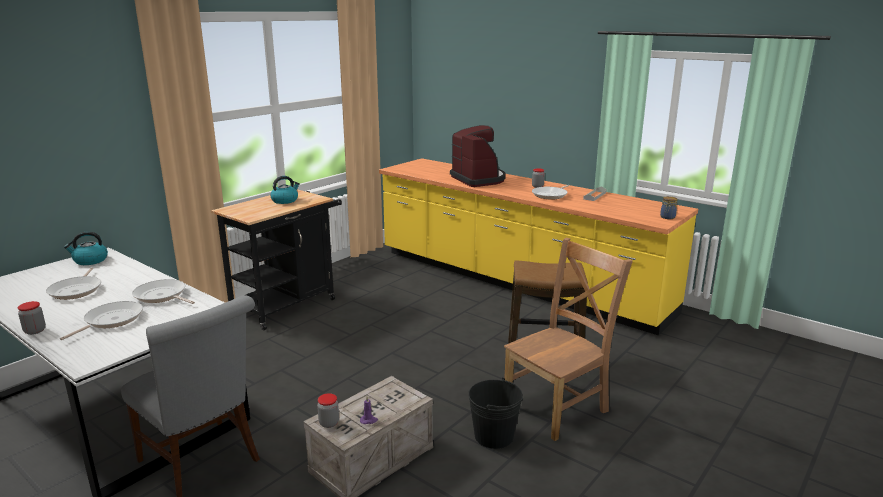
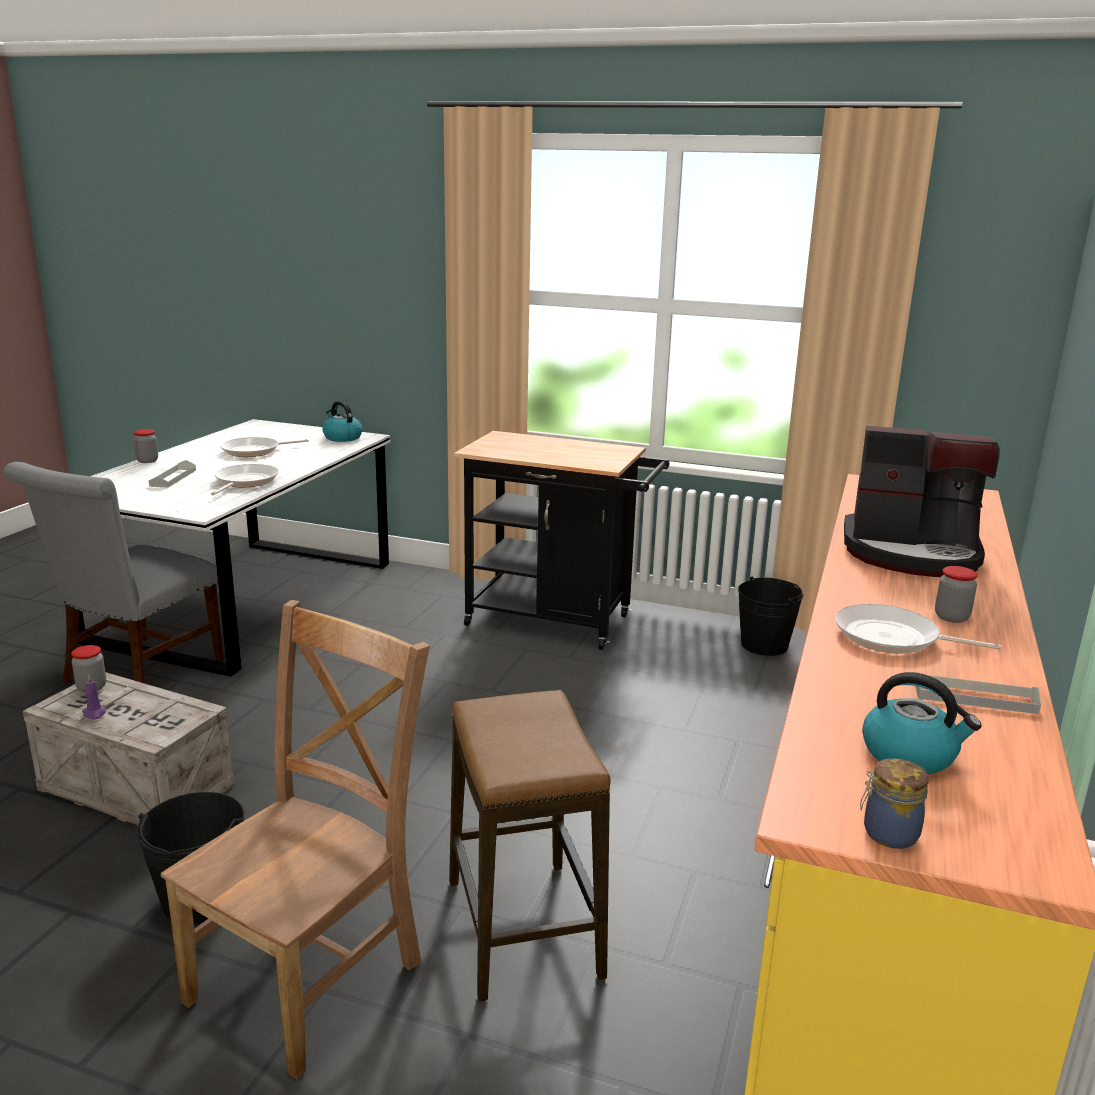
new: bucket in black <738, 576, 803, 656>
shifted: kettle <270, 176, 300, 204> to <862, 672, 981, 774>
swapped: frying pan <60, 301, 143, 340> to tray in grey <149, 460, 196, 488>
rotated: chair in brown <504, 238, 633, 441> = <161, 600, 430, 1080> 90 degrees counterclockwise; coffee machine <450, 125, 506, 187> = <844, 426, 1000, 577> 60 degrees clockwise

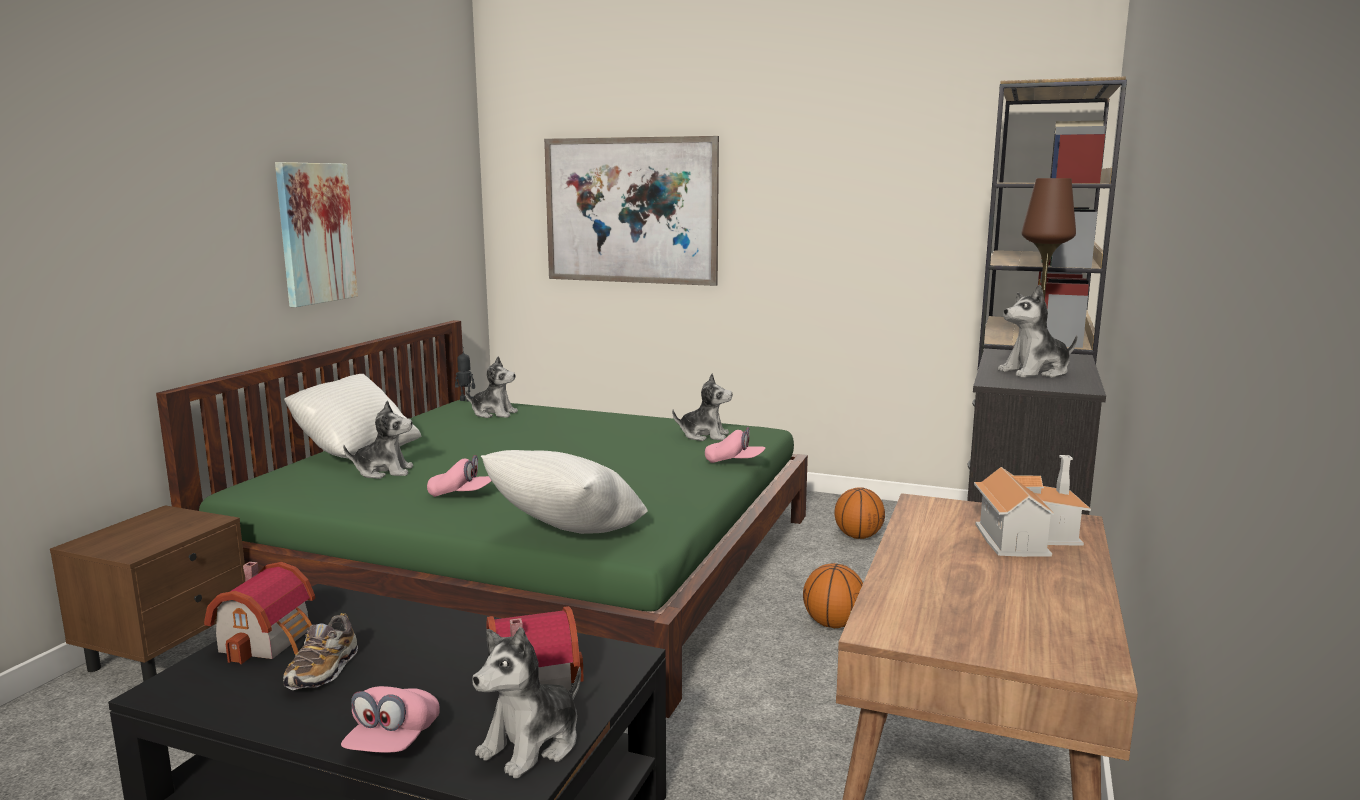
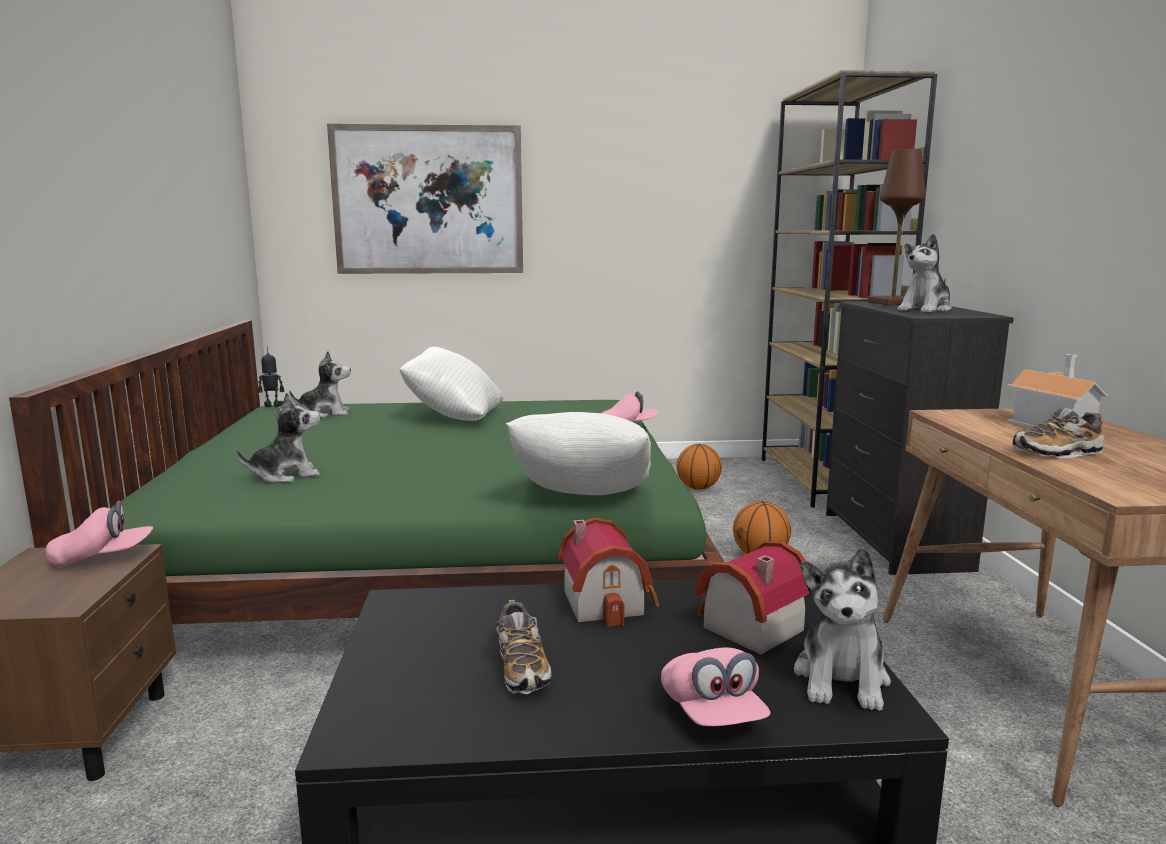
gone: picture <275, 162, 358, 307>; plush toy <672, 374, 732, 441>
new: shoe <1012, 408, 1104, 458>
shifted: cap in pink <427, 455, 491, 497> to <45, 501, 153, 567>; pillow in white <284, 374, 421, 459> to <399, 347, 503, 421>; toy house <204, 562, 315, 664> to <558, 518, 659, 628>

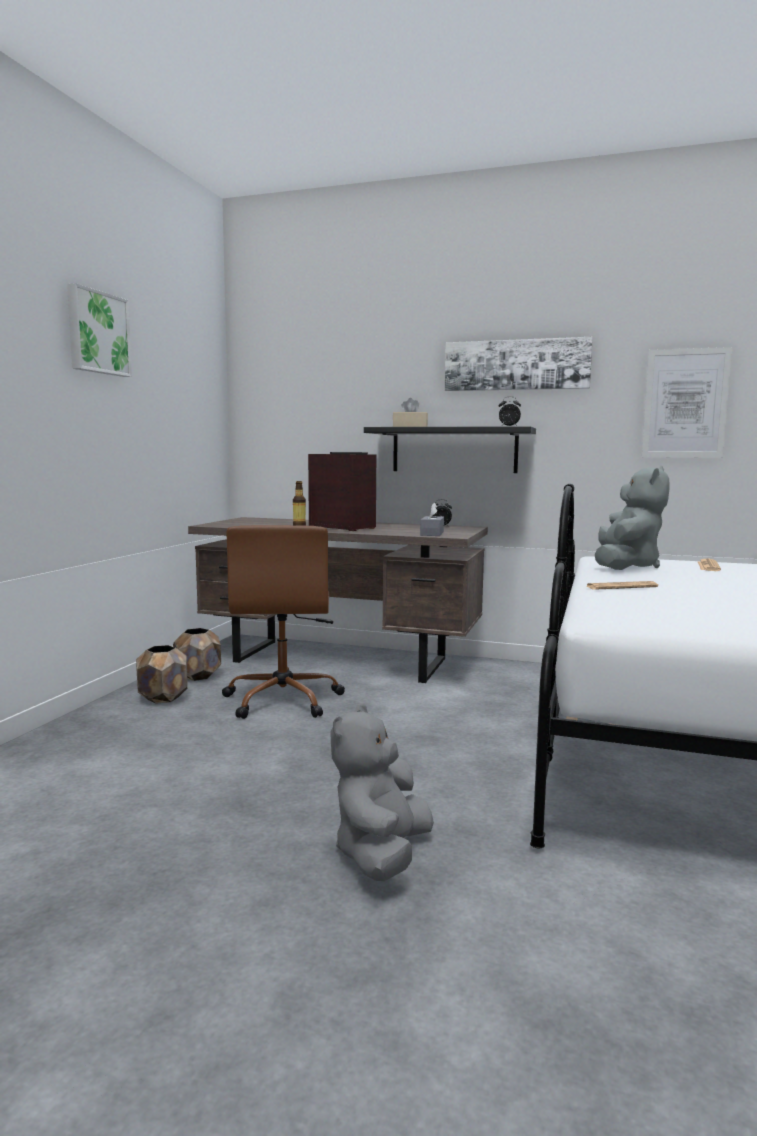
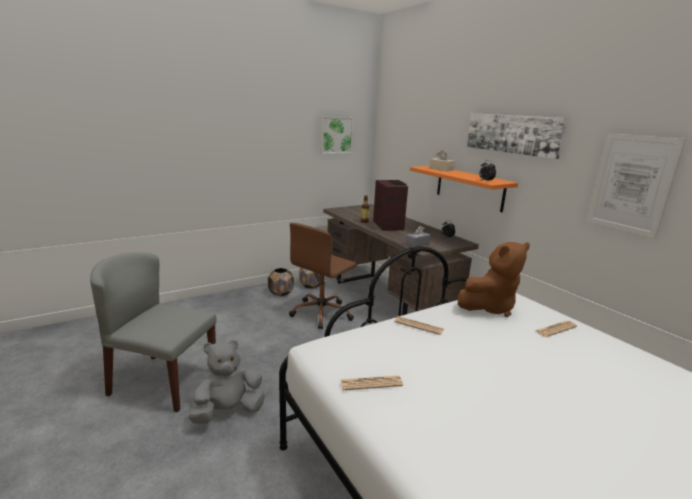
new: chair in grey <90, 252, 217, 412>; newspaper <341, 376, 403, 390>
shifted: picture <67, 283, 132, 377> to <320, 117, 354, 154>
repainted: shelf in black <364, 426, 536, 473> to shelf in orange <410, 166, 518, 212>; plush toy in grey <595, 466, 669, 570> to plush toy in brown <458, 242, 530, 317>

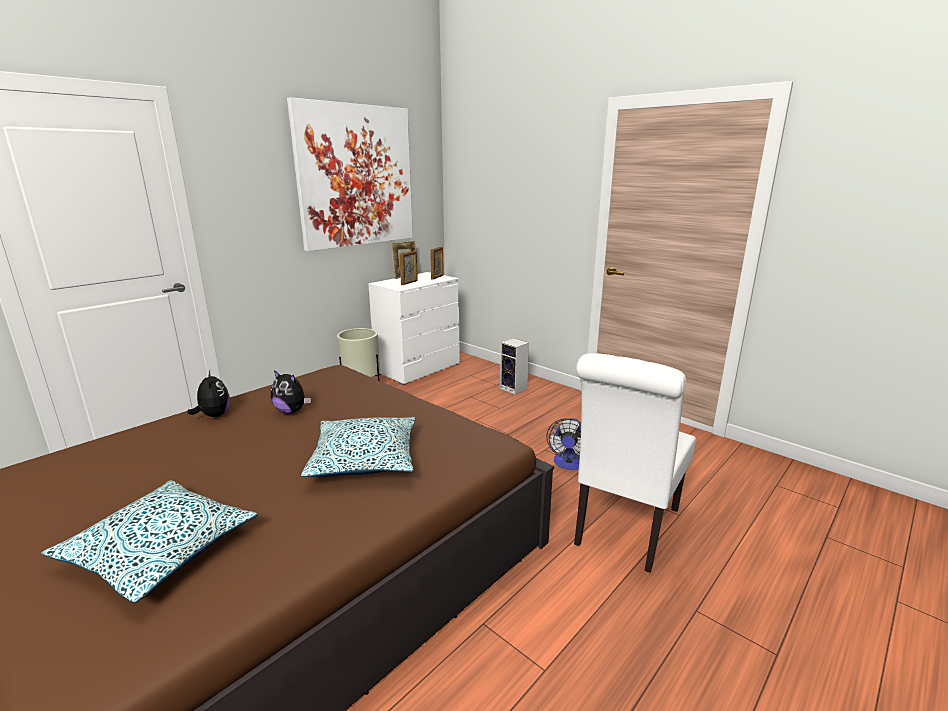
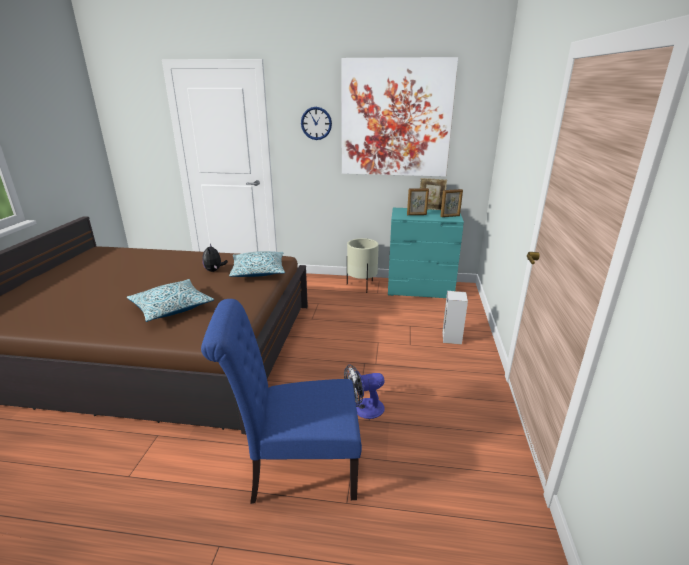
gone: plush toy <187, 371, 230, 417>
new: wall clock <301, 107, 332, 140>
shifted: pillow <41, 481, 258, 603> to <229, 251, 285, 277>
repainted: chair in white <574, 353, 696, 573> to chair in blue <201, 299, 362, 504>; dresser in white <368, 272, 460, 385> to dresser in turquoise <388, 208, 464, 298>

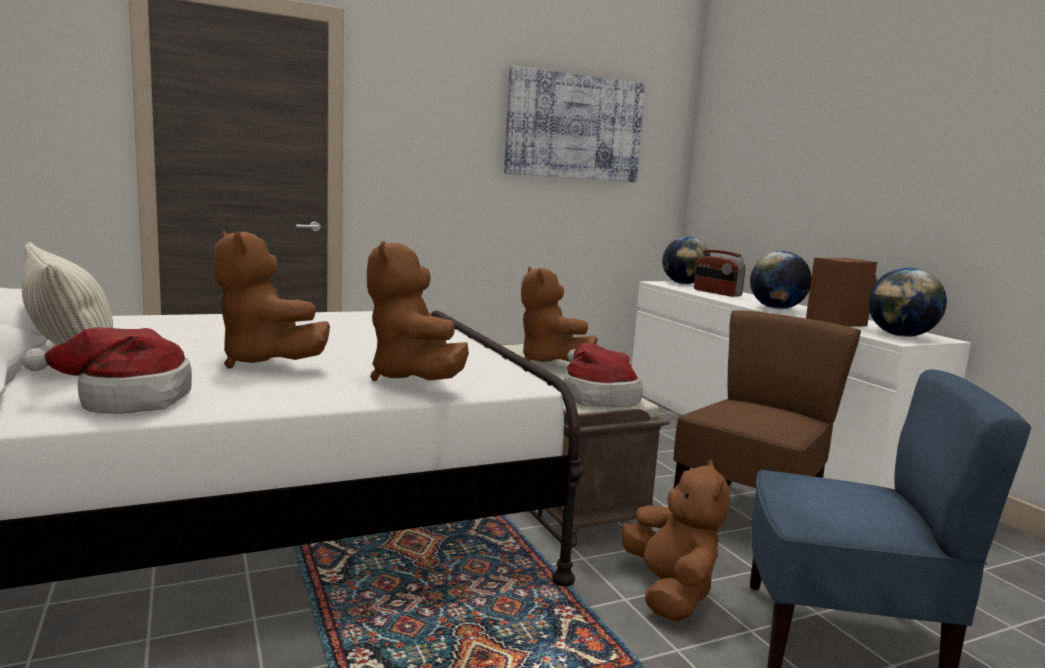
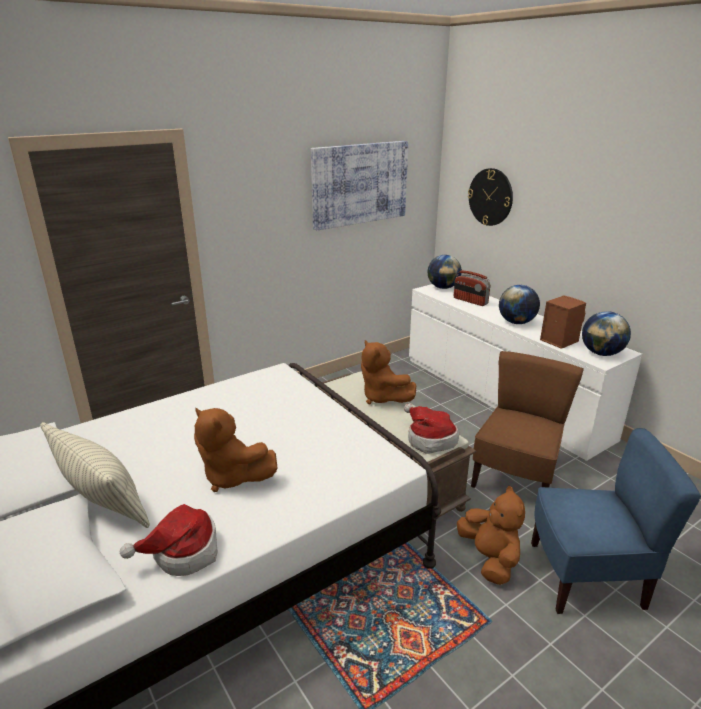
gone: plush toy in brown <367, 241, 469, 381>
new: wall clock <468, 168, 513, 226>

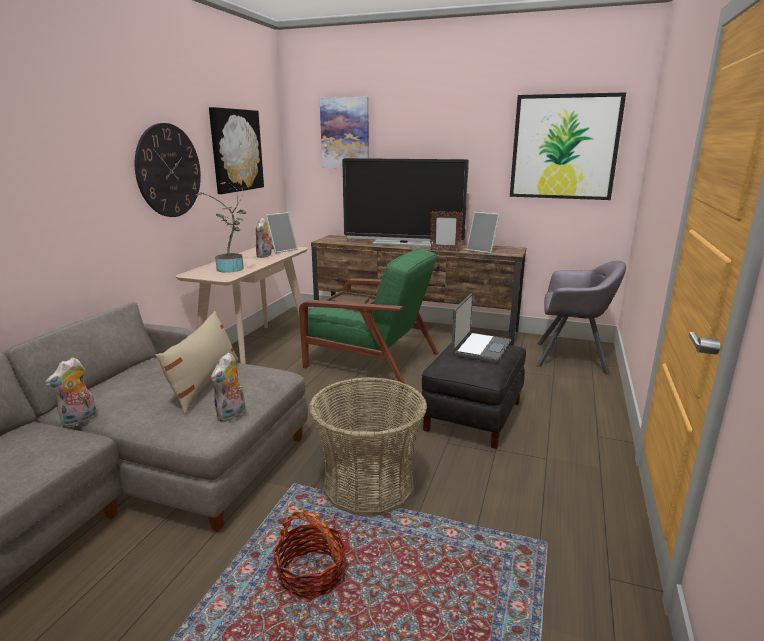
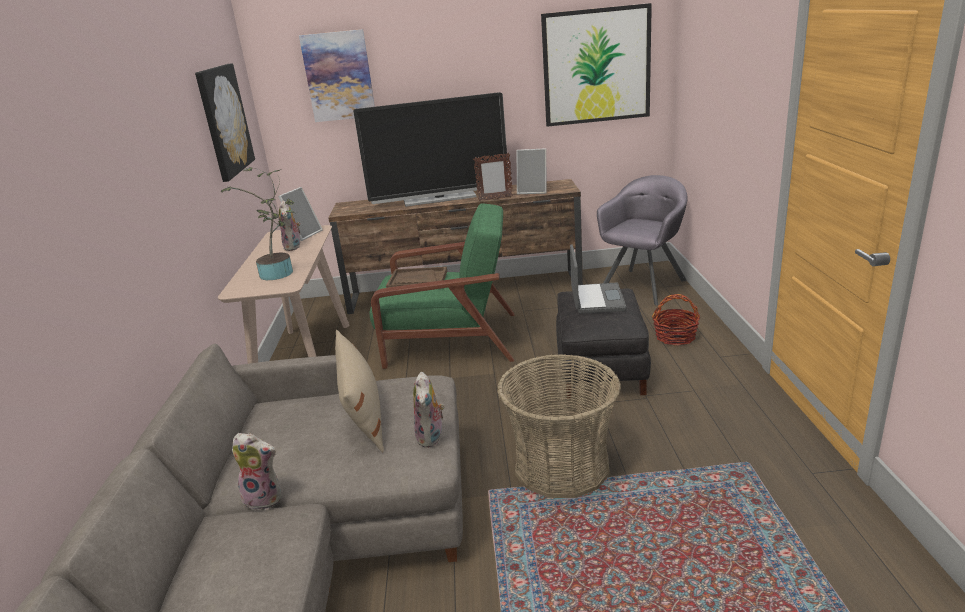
gone: wall clock <135, 123, 201, 217>
shifted: basket <272, 510, 347, 600> to <652, 294, 700, 346>
rotated: plush toy <45, 357, 97, 428> = <232, 433, 281, 510> 90 degrees counterclockwise; armchair in grey <537, 261, 626, 375> = <597, 175, 688, 306> 45 degrees counterclockwise

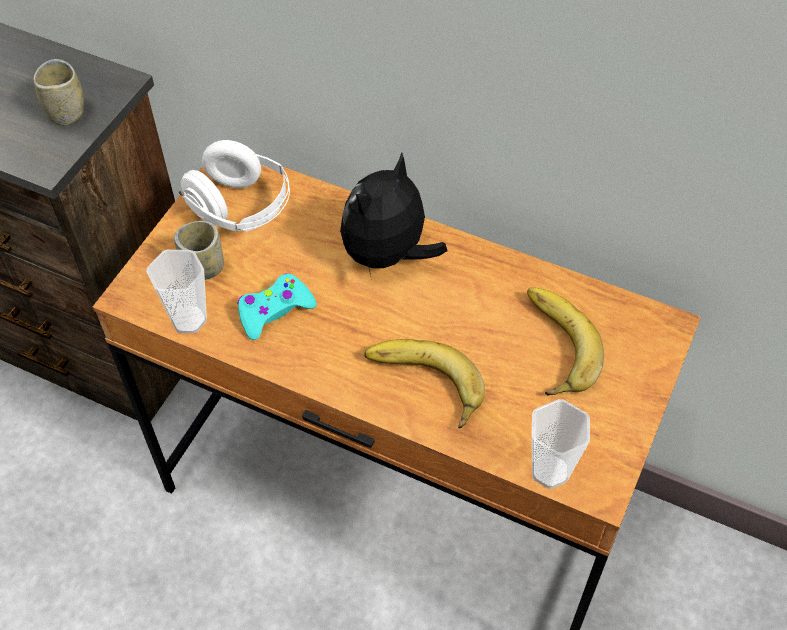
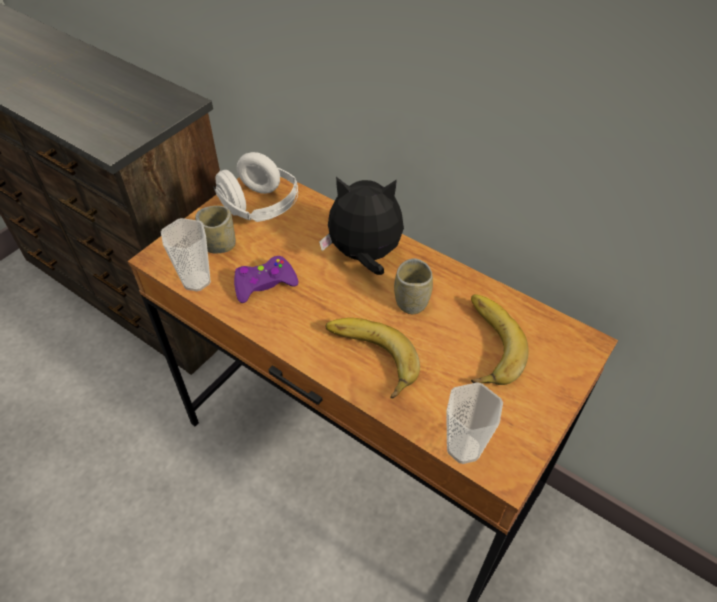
shifted: cup <34, 59, 84, 126> to <394, 258, 433, 314>
repainted: game controller in turquoise <237, 273, 316, 340> to game controller in purple <234, 256, 298, 303>
rotated: plush toy <340, 152, 447, 278> = <319, 177, 404, 275> 45 degrees clockwise

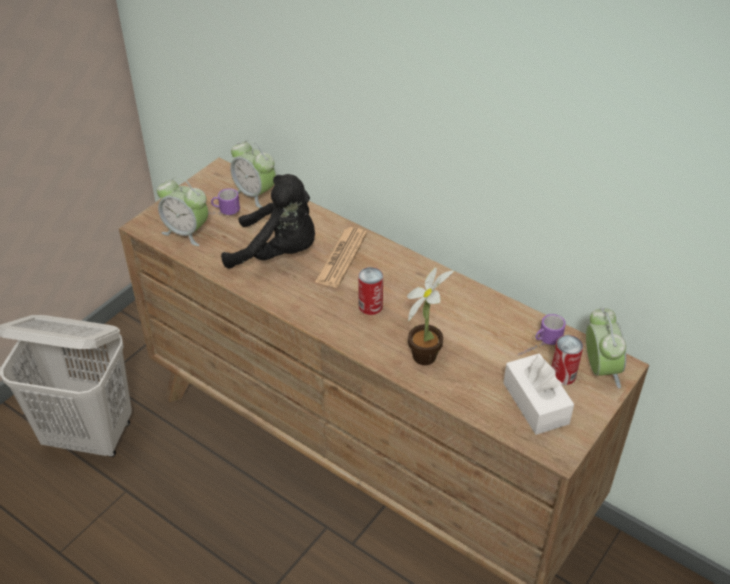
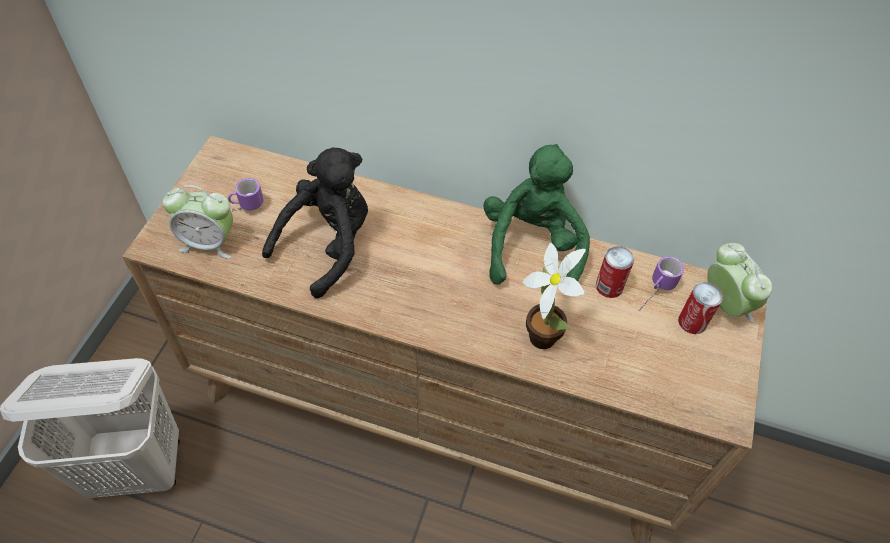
gone: alarm clock <230, 140, 276, 208>; newspaper <315, 227, 367, 288>; tissue box in white <503, 353, 574, 435>
new: plush toy in green <483, 144, 590, 284>
shifted: can <358, 267, 383, 315> to <596, 246, 634, 298>
rotated: plush toy in black <221, 174, 315, 269> = <262, 148, 368, 298> 45 degrees counterclockwise

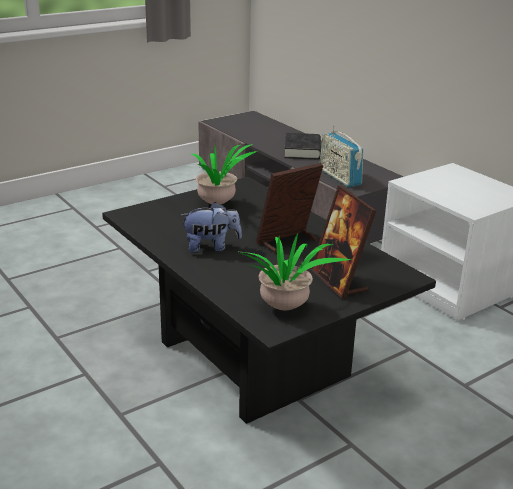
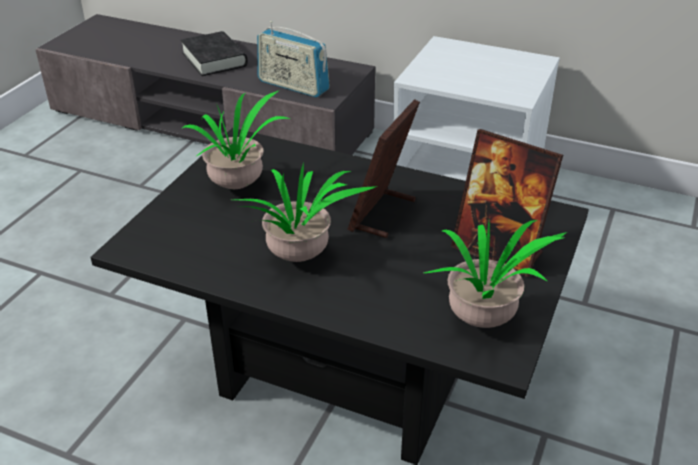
swapped: plush toy <180, 202, 242, 253> to potted plant <230, 163, 375, 262>

